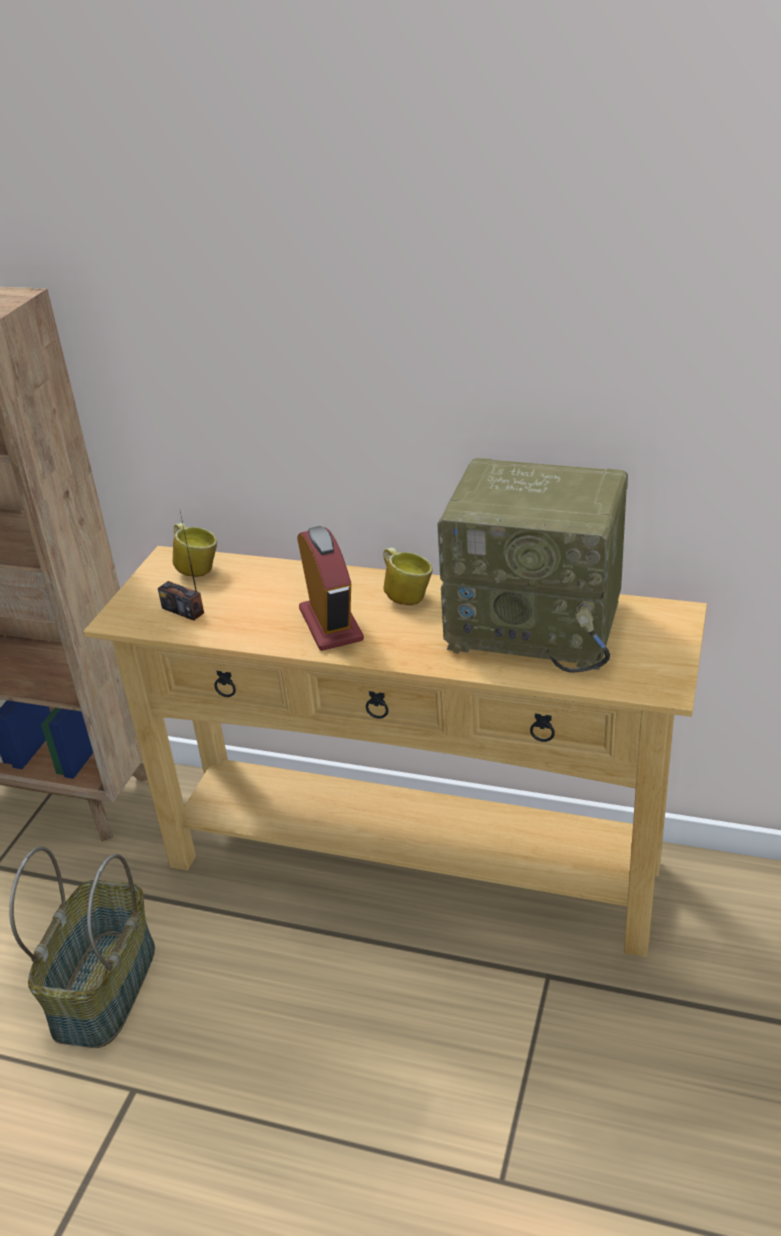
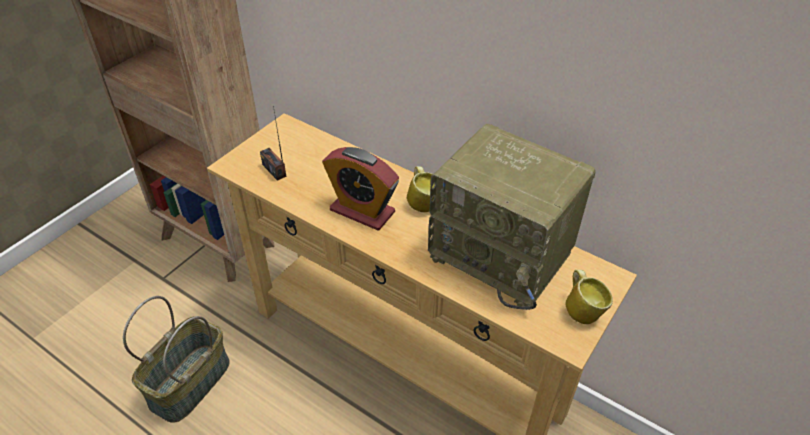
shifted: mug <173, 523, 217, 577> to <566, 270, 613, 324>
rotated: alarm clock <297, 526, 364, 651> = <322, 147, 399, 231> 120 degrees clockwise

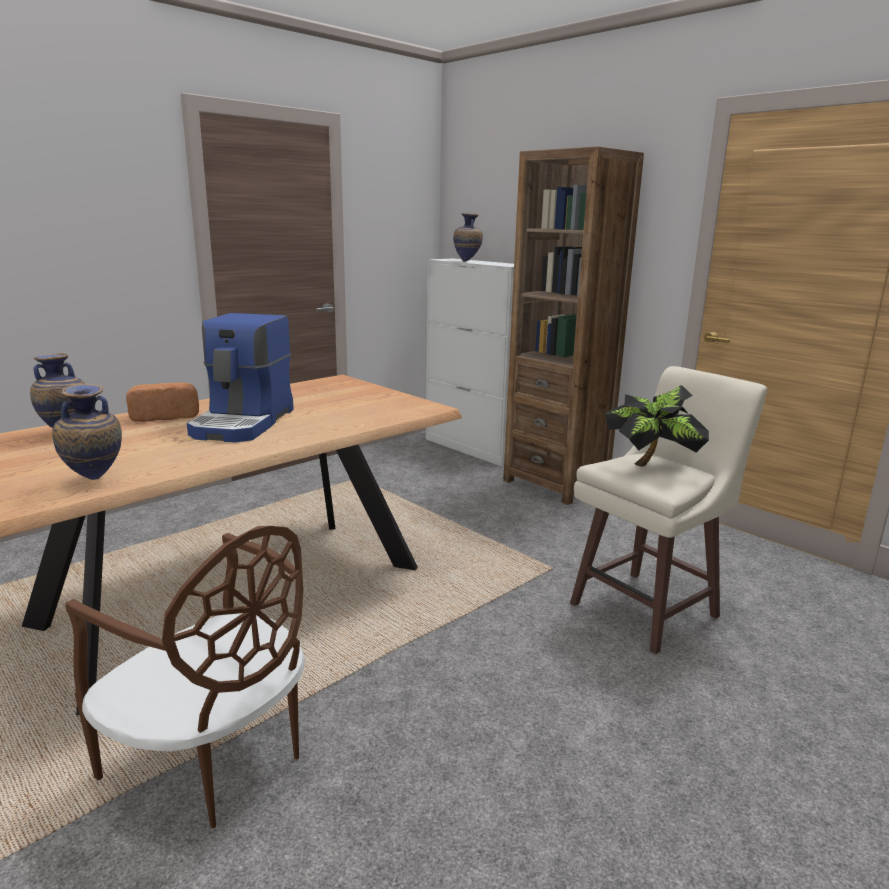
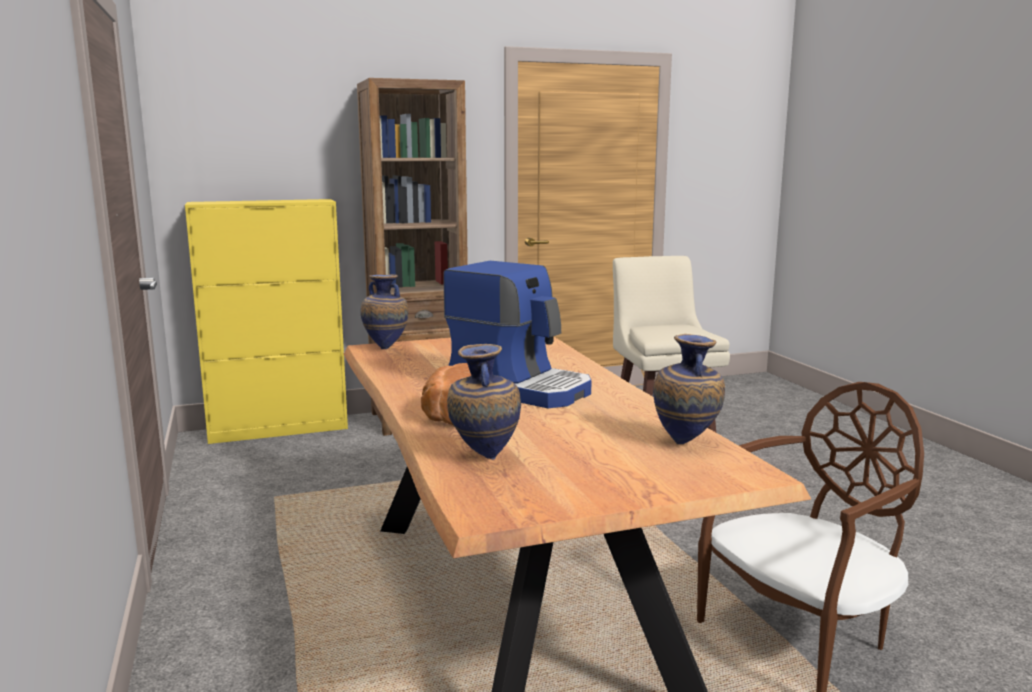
gone: potted plant <605, 385, 709, 466>
shifted: vase <453, 213, 483, 262> to <361, 274, 408, 349>
repainted: cabinet in white <426, 258, 514, 467> to cabinet in yellow <185, 199, 348, 444>

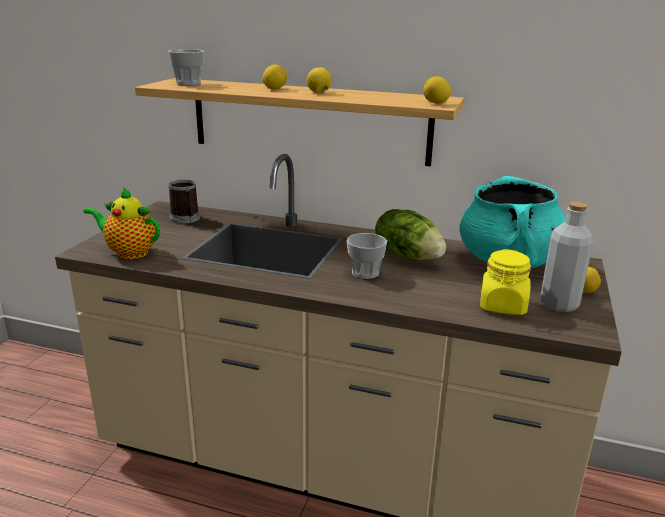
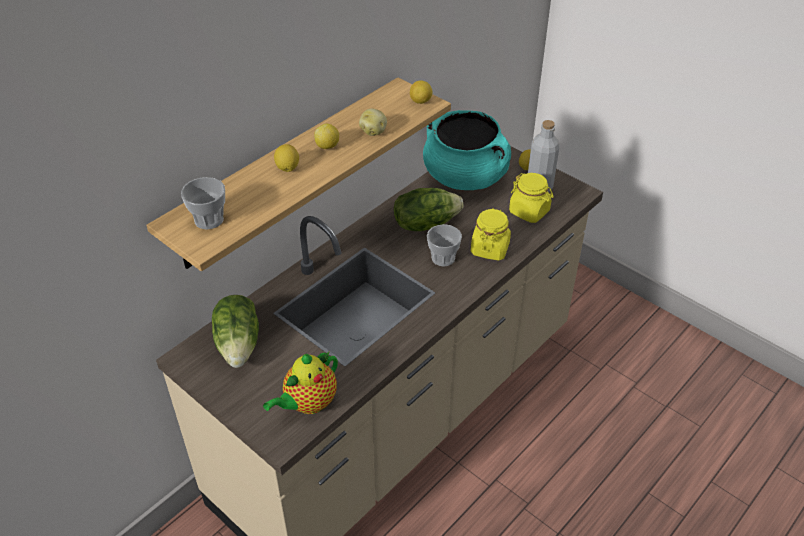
new: potato <359, 108, 387, 136>; jar in yellow <471, 208, 511, 260>
swapped: mug <168, 180, 200, 224> to lettuce <212, 295, 259, 368>

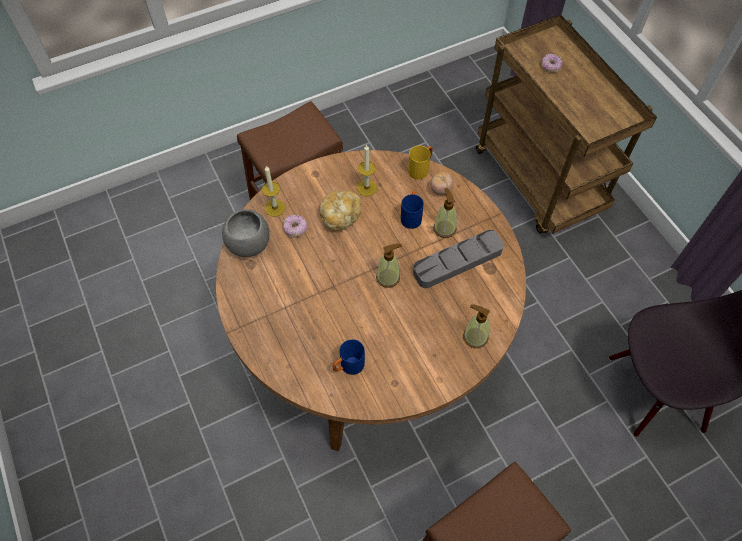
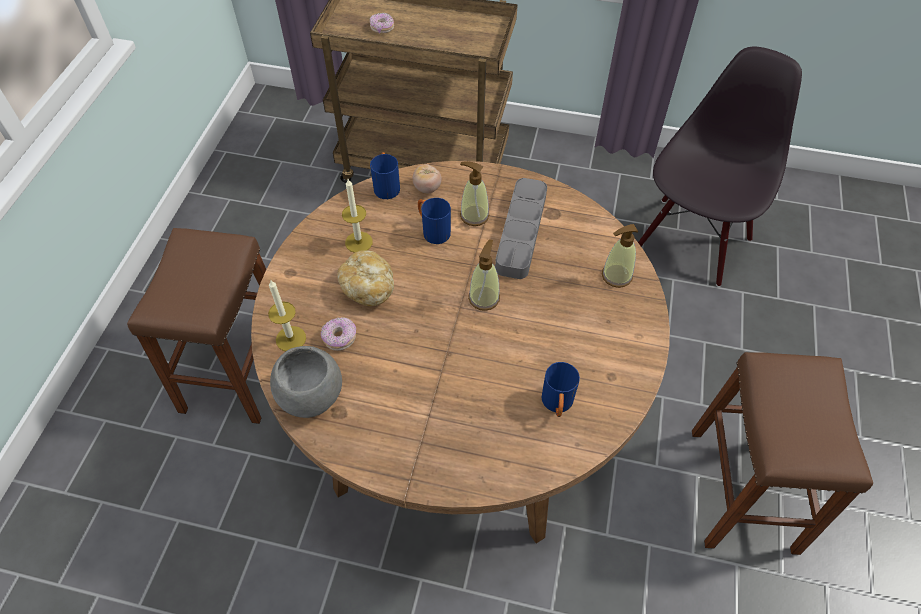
repainted: mug in yellow <408, 146, 433, 179> to mug in blue <370, 152, 400, 199>

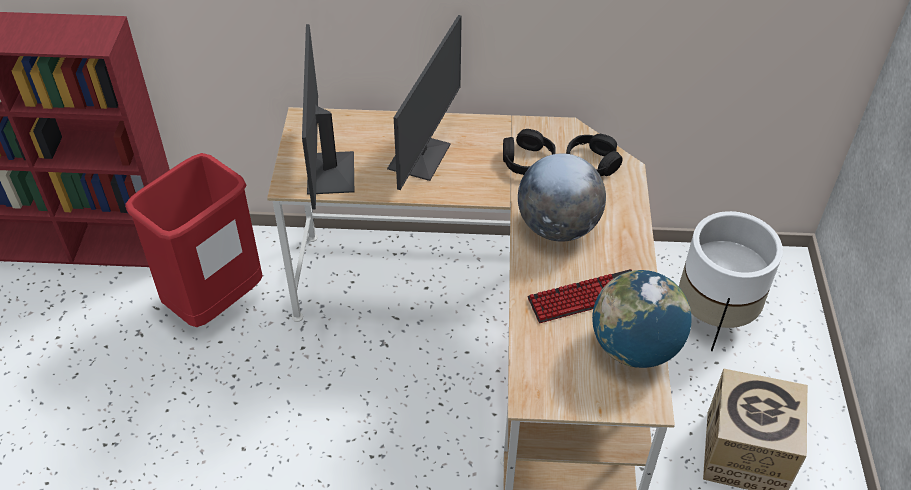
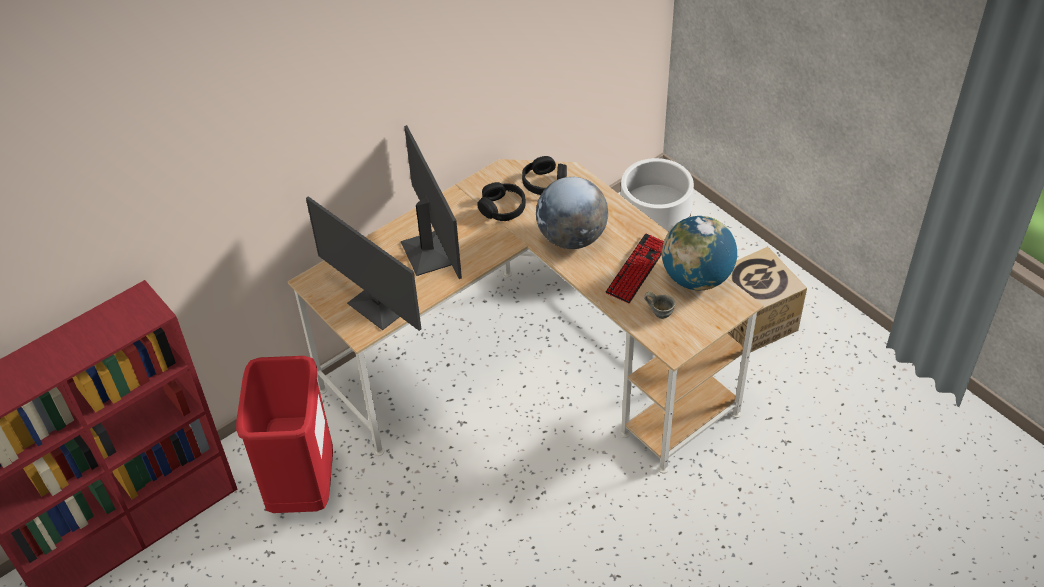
new: mug in grey <644, 292, 675, 319>

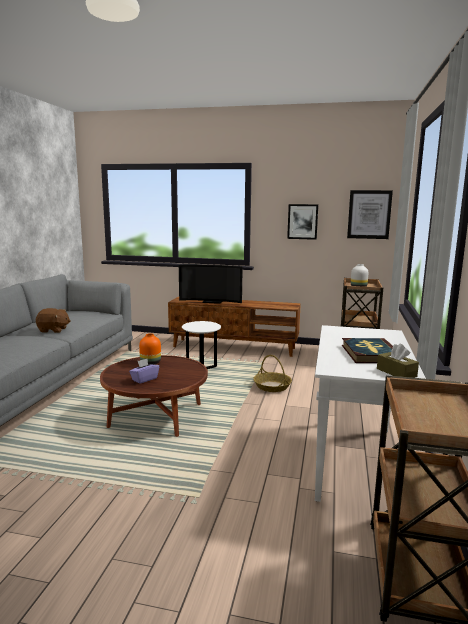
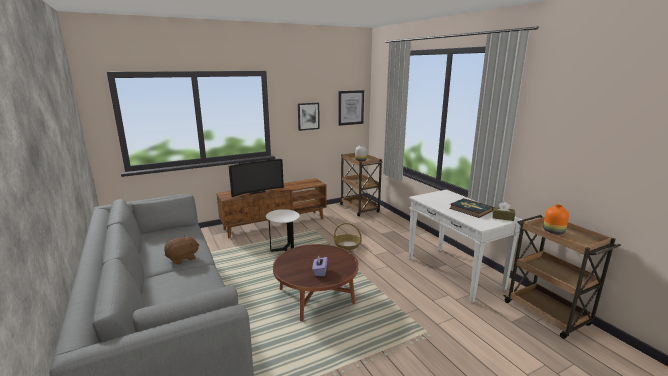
shifted: vase in orange <139, 333, 161, 365> to <543, 204, 569, 235>

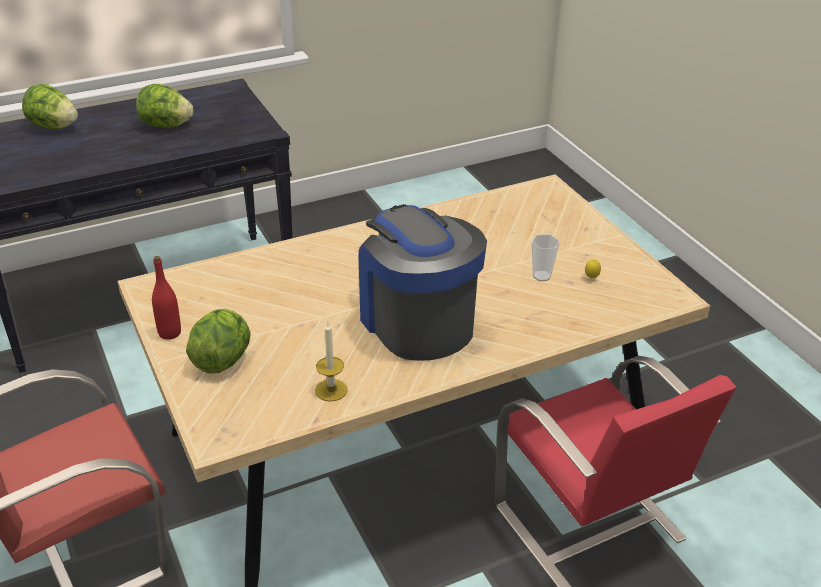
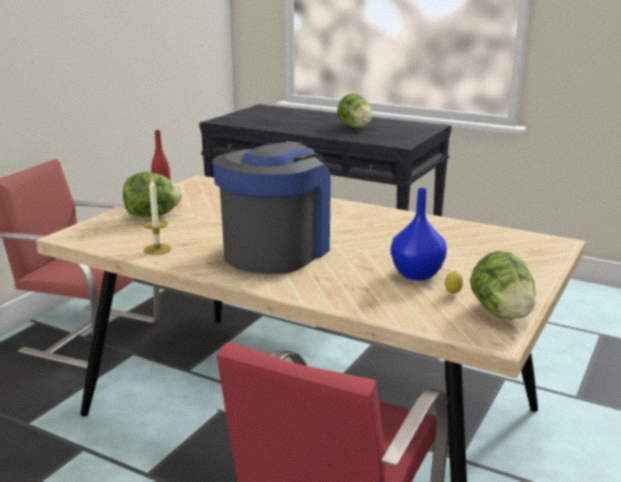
shifted: lettuce <22, 84, 78, 130> to <470, 251, 536, 319>
swapped: cup <532, 234, 560, 281> to vase in blue <391, 188, 447, 280>

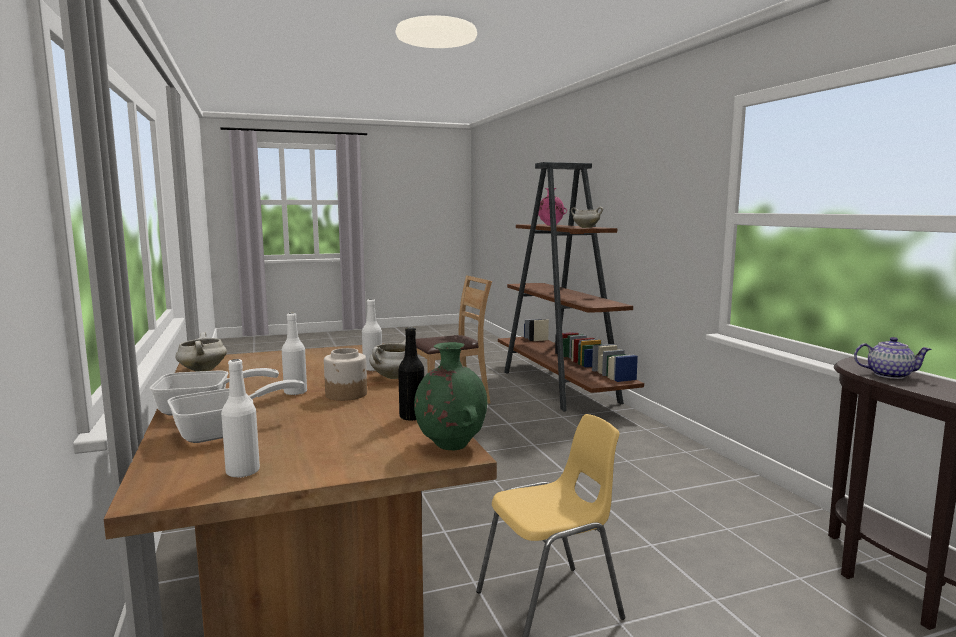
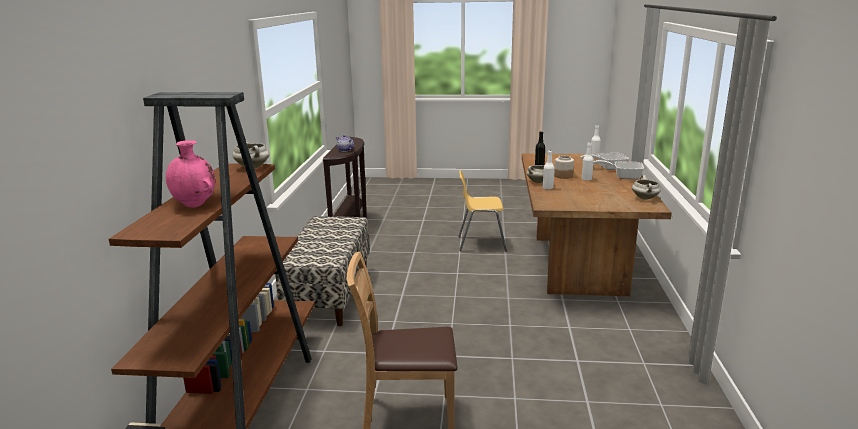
gone: vase in green <414, 342, 487, 450>
new: bench <275, 216, 370, 326>

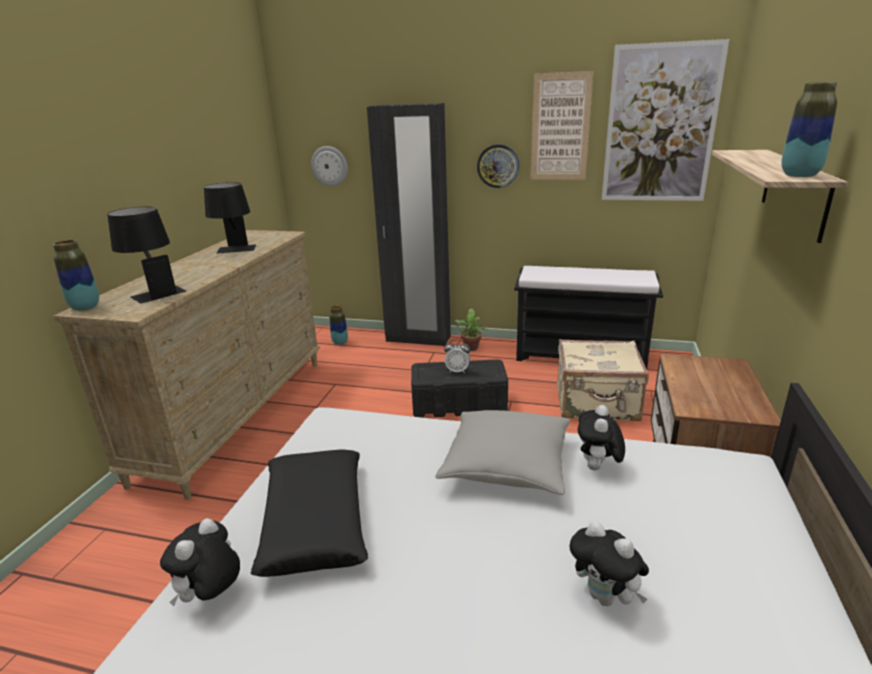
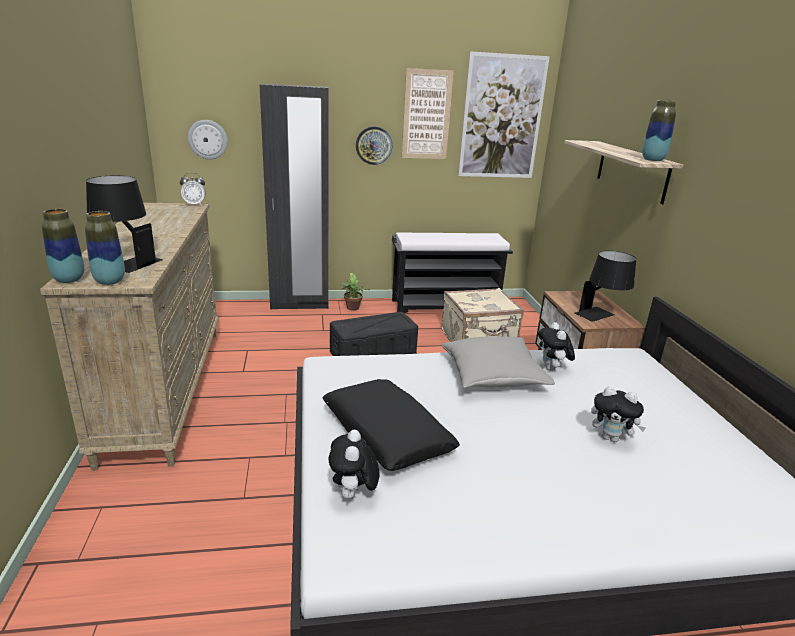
shifted: vase <329, 306, 348, 345> to <85, 211, 125, 285>; alarm clock <444, 339, 470, 373> to <180, 173, 206, 206>; table lamp in black <204, 182, 256, 254> to <575, 251, 636, 322>

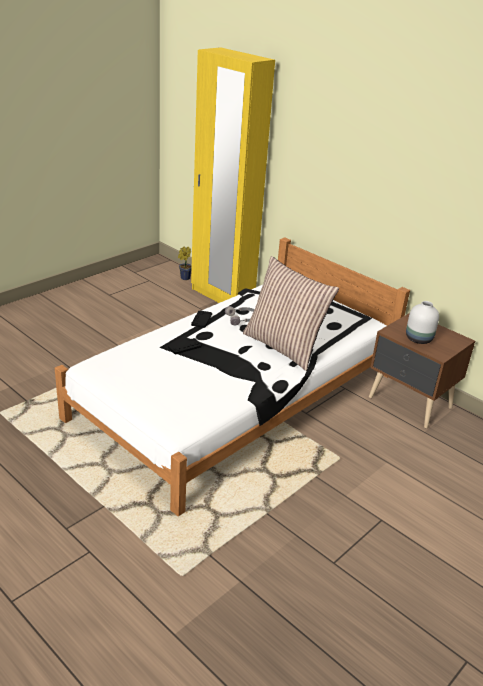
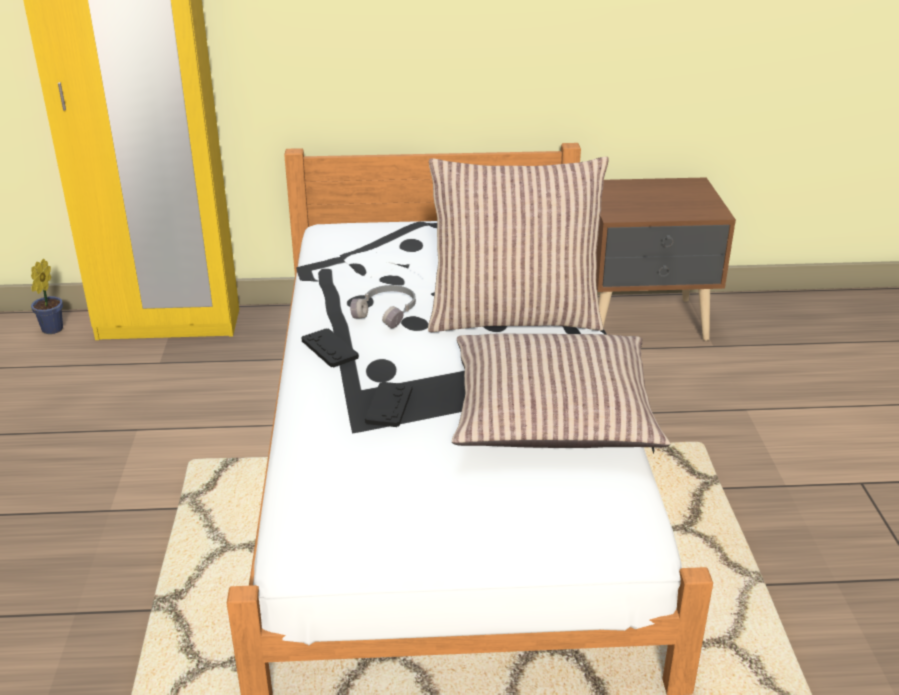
gone: vase in white <406, 301, 439, 344>
new: pillow <452, 333, 670, 448>

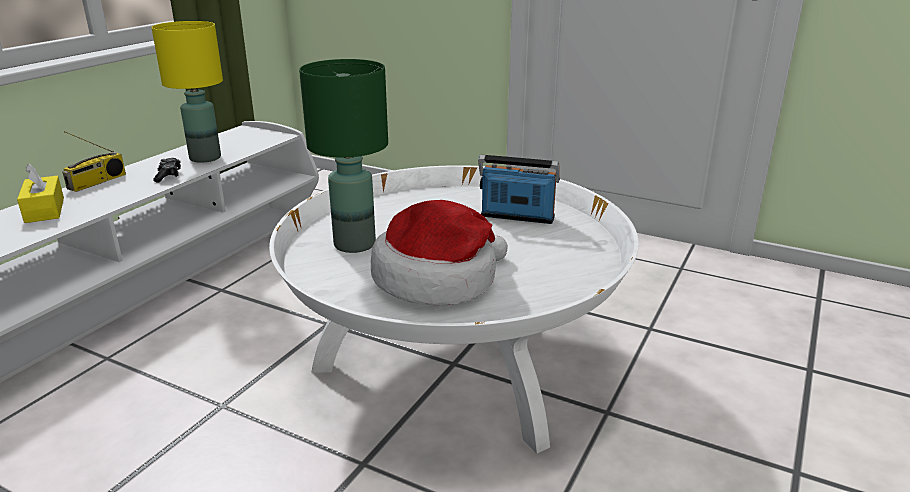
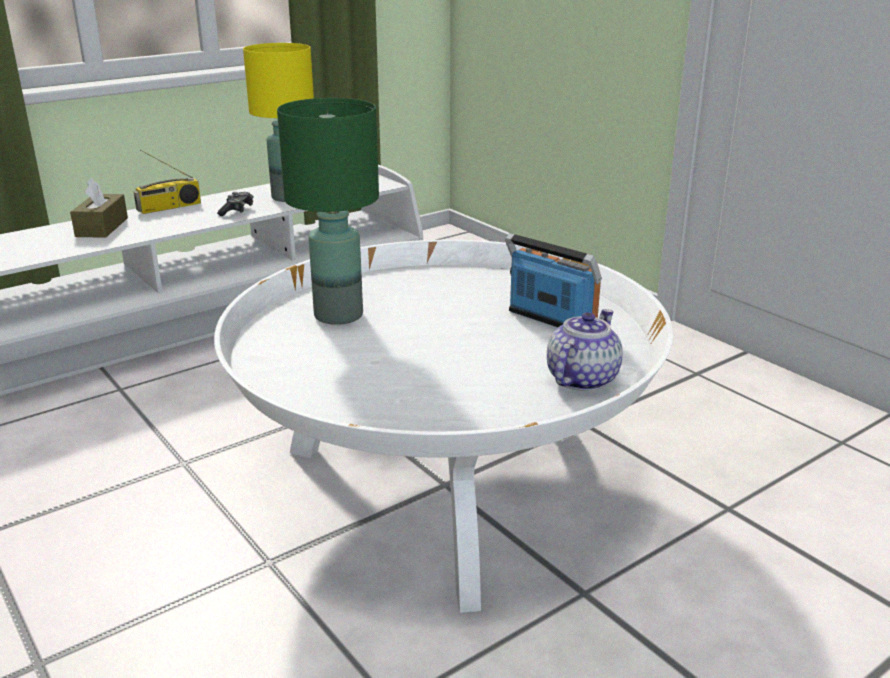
gone: hat <371, 200, 508, 305>
new: teapot <547, 309, 623, 391>
repainted: tissue box in yellow <17, 164, 64, 223> to tissue box in brown <70, 178, 128, 238>

